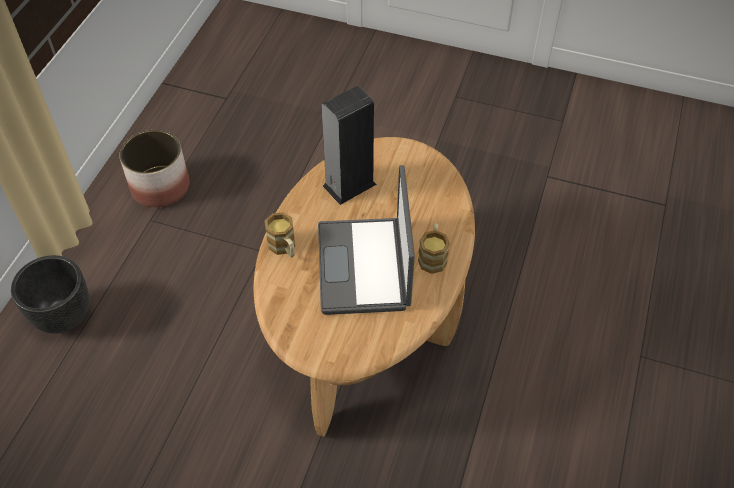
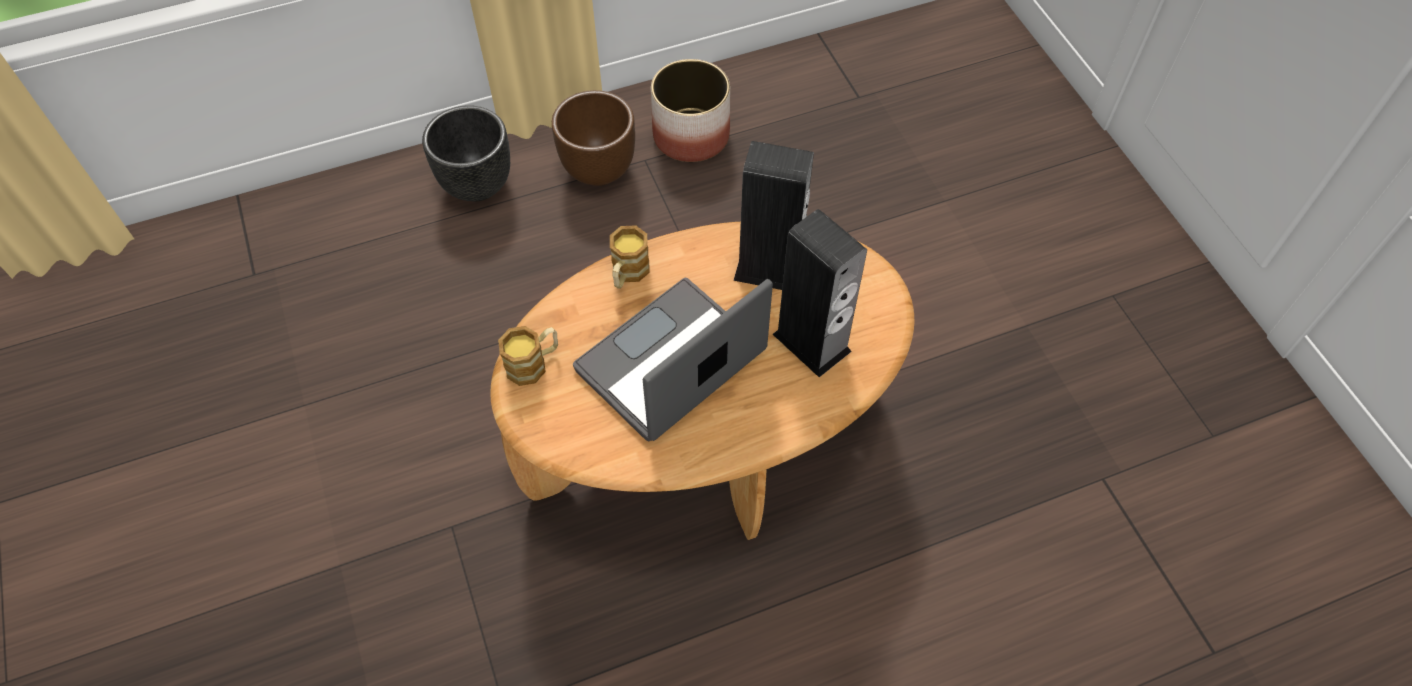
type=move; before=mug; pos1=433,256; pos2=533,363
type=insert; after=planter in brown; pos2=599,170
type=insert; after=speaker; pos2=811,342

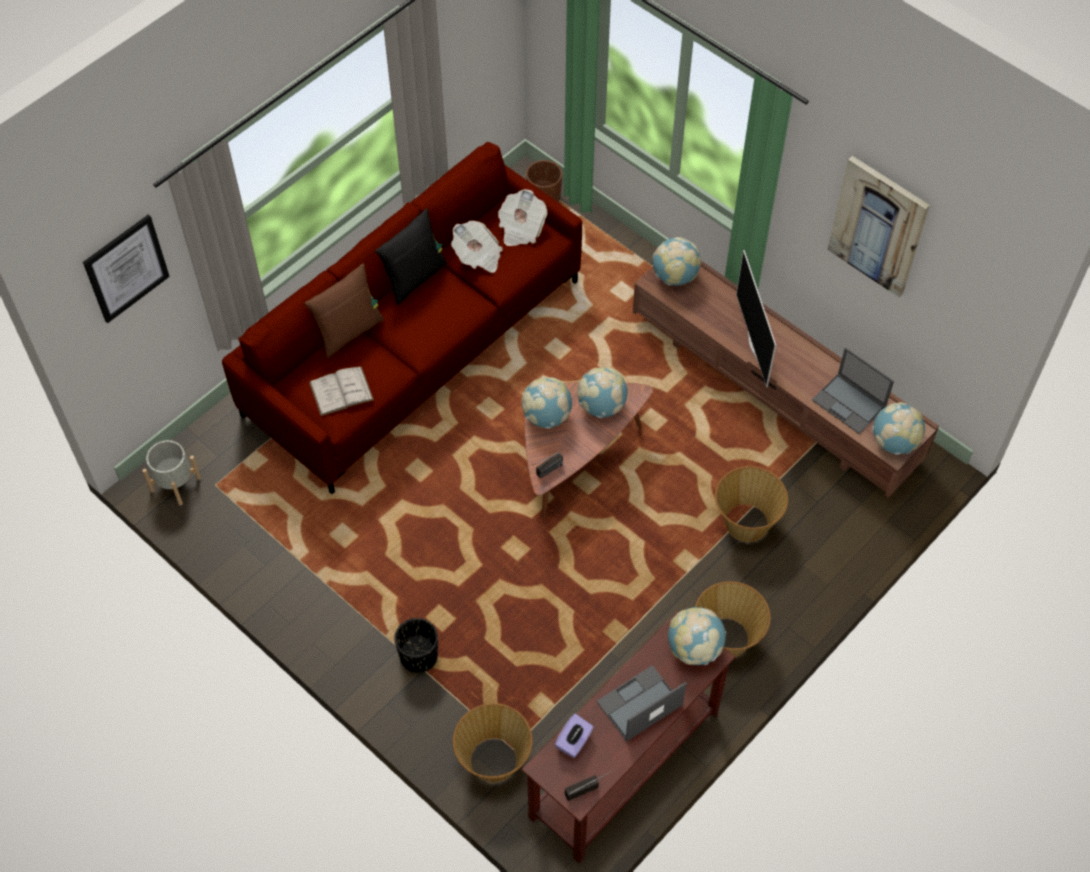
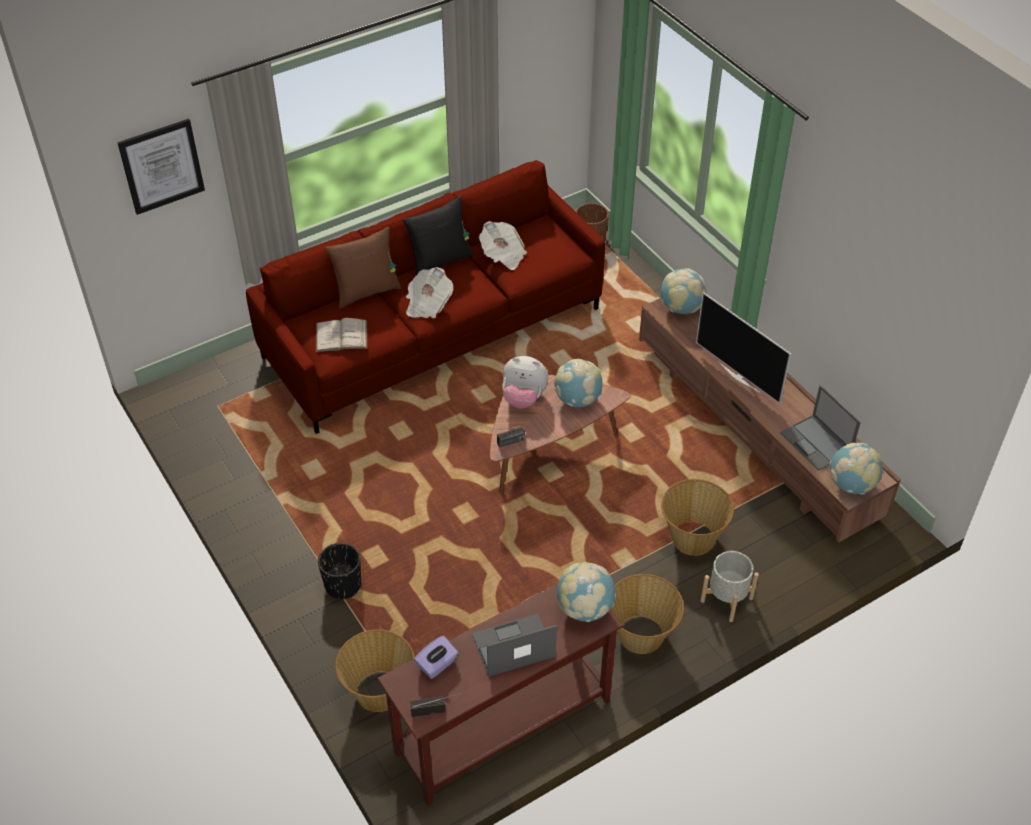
type=move; before=newspaper; pos1=521,228; pos2=427,304
type=replace; before=globe; after=plush toy; pos1=547,416; pos2=523,398
type=rotate; before=television; pos1=755,345; pos2=739,377; turn=-45
type=move; before=planter in grey; pos1=176,484; pos2=727,599
type=delete; before=picture; pos1=878,226

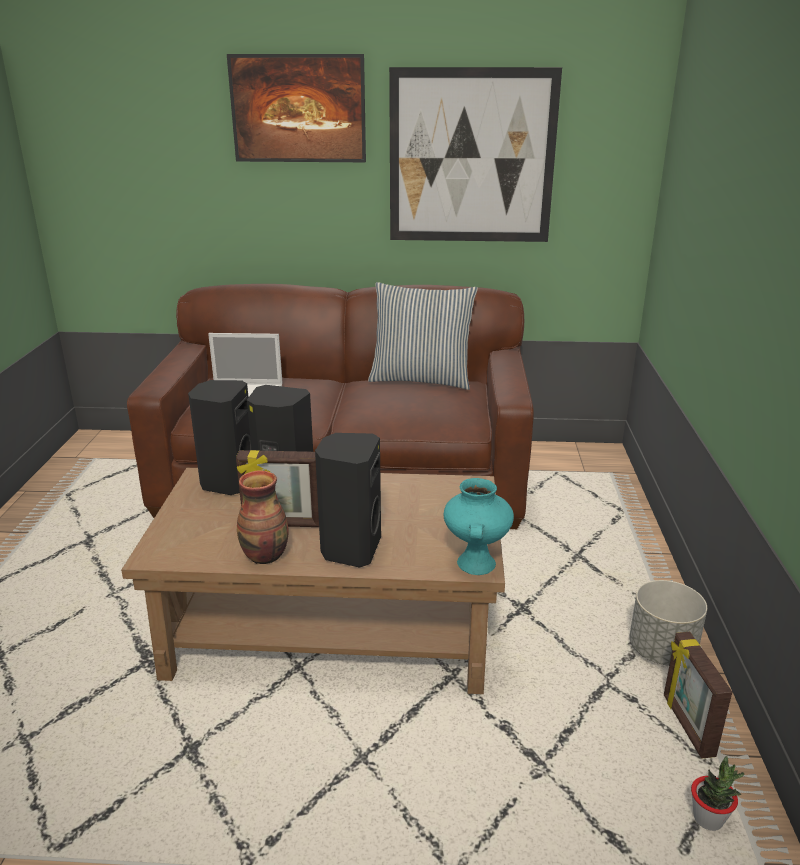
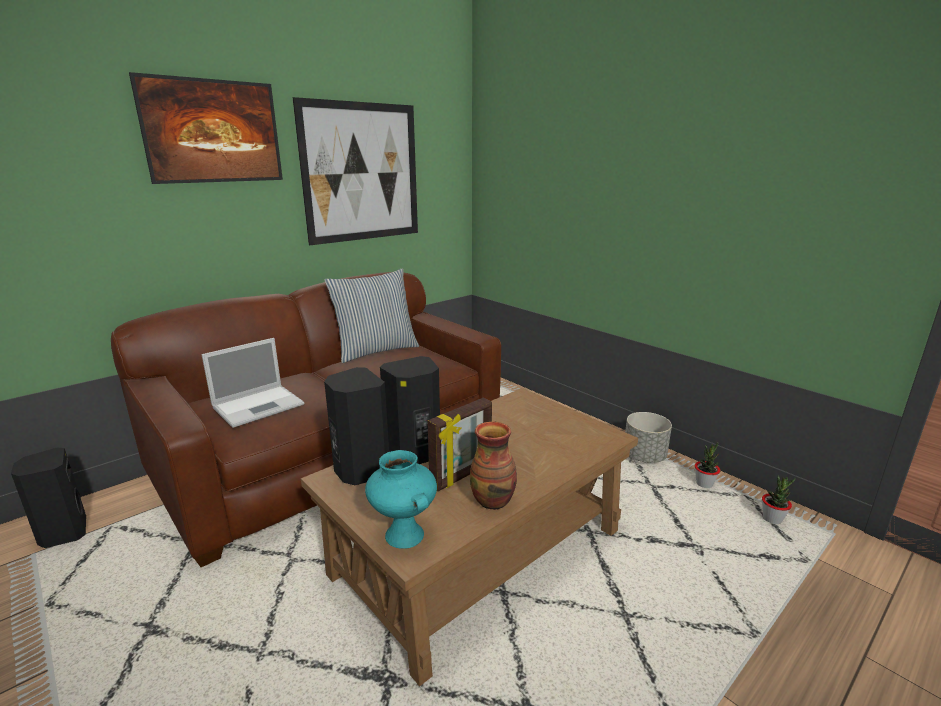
type=move; before=speaker in black; pos1=350,549; pos2=63,533
type=move; before=vase in turquoise; pos1=475,562; pos2=403,535
type=replace; before=picture frame; after=potted plant; pos1=686,726; pos2=704,484

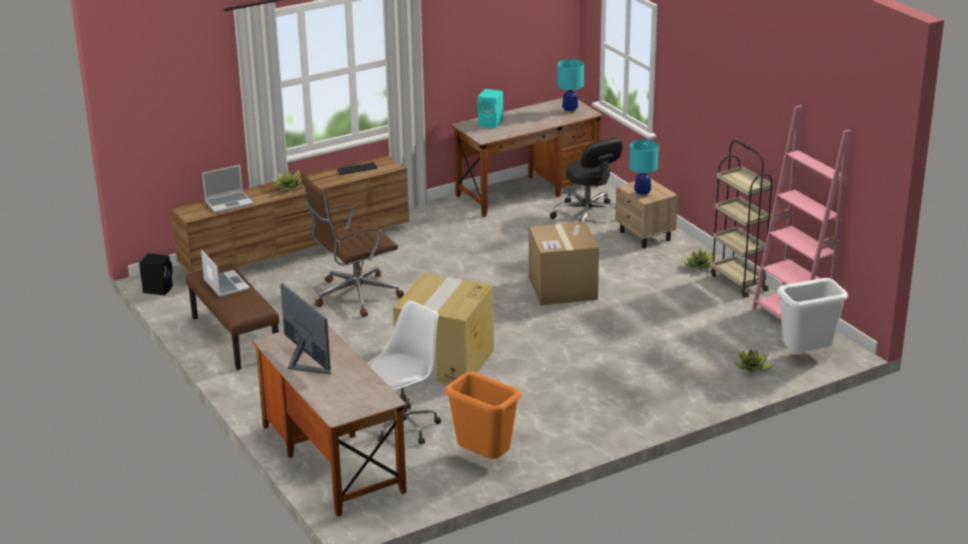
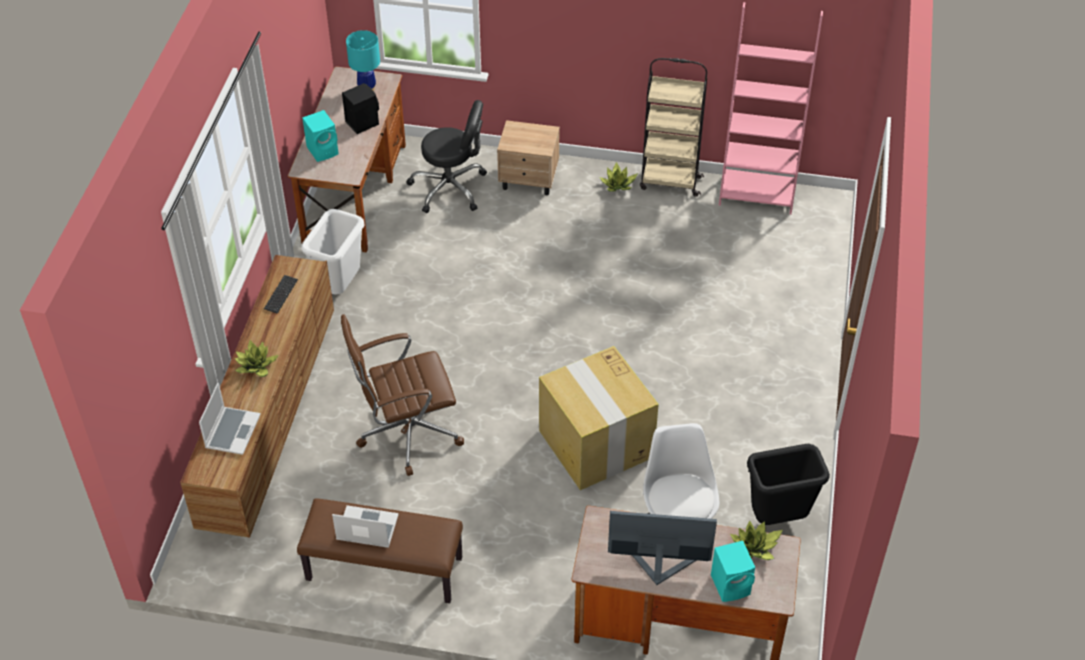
type=move; before=trash can in white; pos1=807,355; pos2=340,287
type=rotate; before=office chair in brown; pos1=354,296; pos2=406,432; turn=60
type=move; before=speaker in black; pos1=158,289; pos2=362,122
type=insert; after=speaker in turquoise; pos2=732,585
type=move; before=potted plant; pos1=752,368; pos2=755,547
type=recolor; before=trash can in orange; after=trash can in black; pos1=483,459; pos2=777,519
type=delete; before=cardboard box; pos1=562,288
type=delete; before=table lamp in turquoise; pos1=642,194

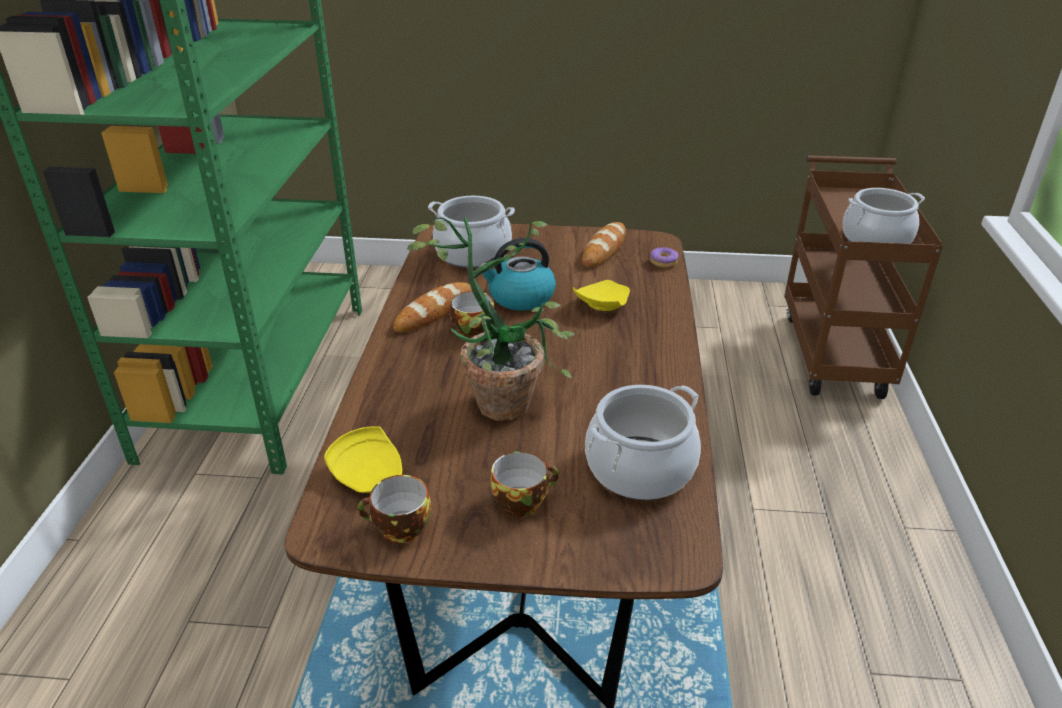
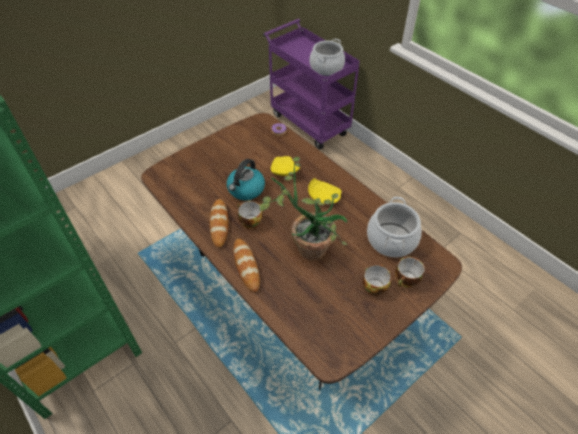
type=move; before=bread; pos1=604,249; pos2=246,266
type=recolor; before=cart in brown; after=cart in purple; pos1=831,354; pos2=307,125
type=move; before=plate in yellow; pos1=369,474; pos2=323,196
type=move; before=cup; pos1=399,529; pos2=406,280
type=delete; before=cooking pot; pos1=473,253

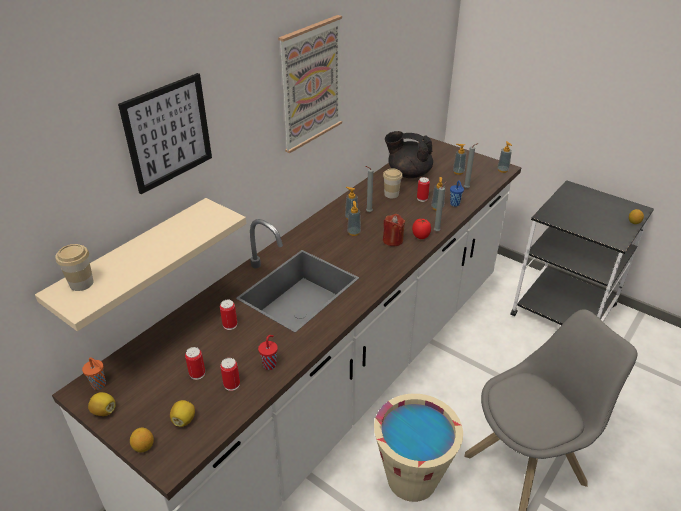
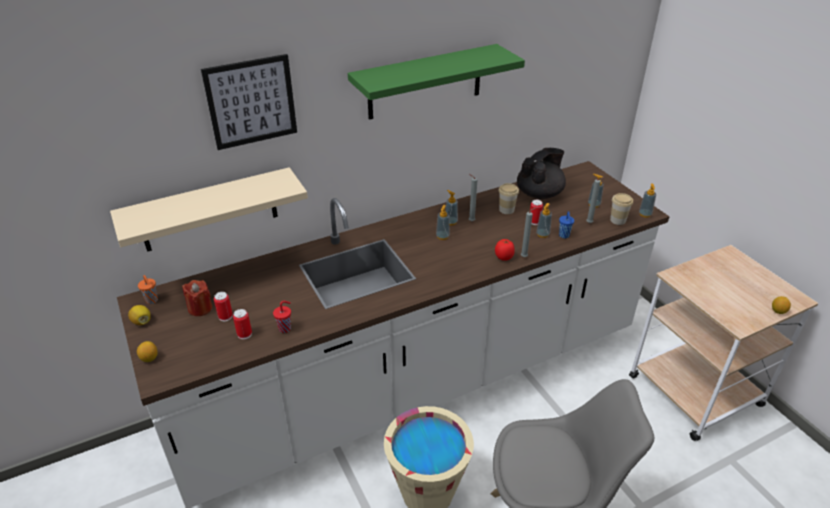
type=move; before=candle in red; pos1=392,240; pos2=200,308
type=replace; before=picture; after=shelf in green; pos1=311,84; pos2=425,82
type=rotate; before=teapot in black; pos1=408,173; pos2=539,193; turn=90
type=move; before=cup; pos1=81,283; pos2=618,220
type=recolor; before=cart in black; after=cart in beige; pos1=565,312; pos2=696,392
type=delete; before=lemon; pos1=184,420
type=delete; before=can; pos1=230,325

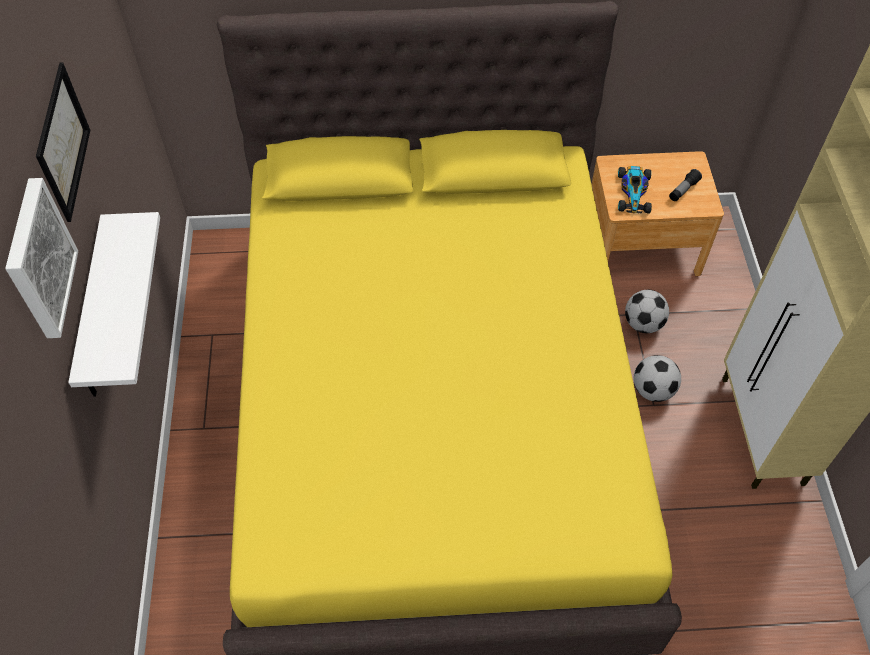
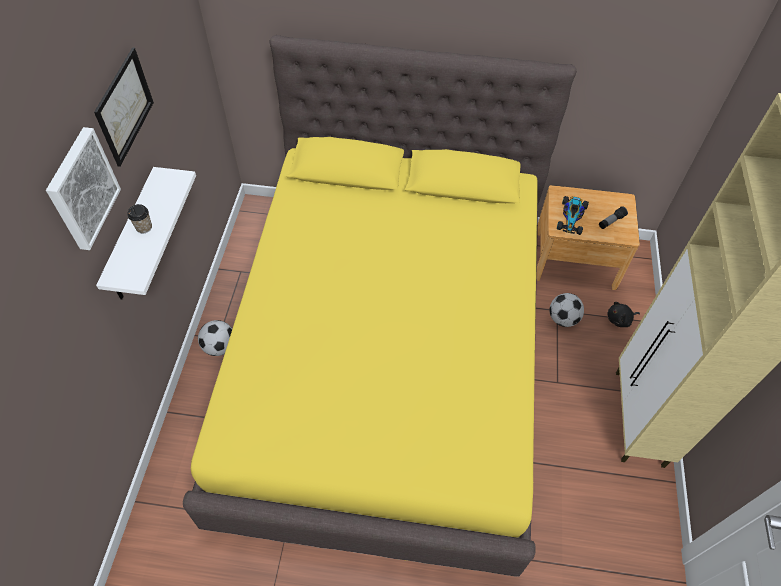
type=insert; after=cup; pos2=144,227
type=move; before=football; pos1=652,390; pos2=219,347
type=insert; after=plush toy in black; pos2=619,319

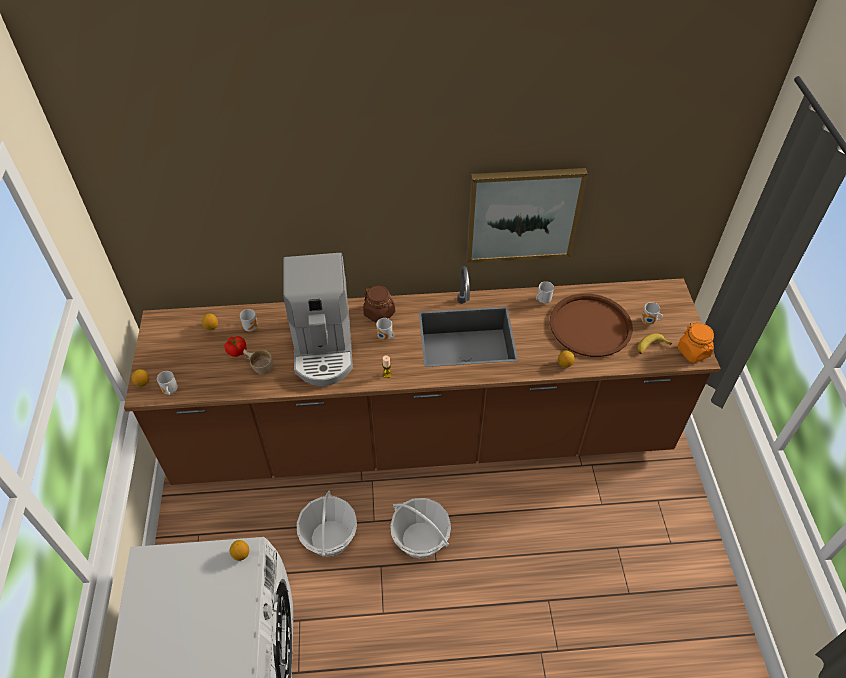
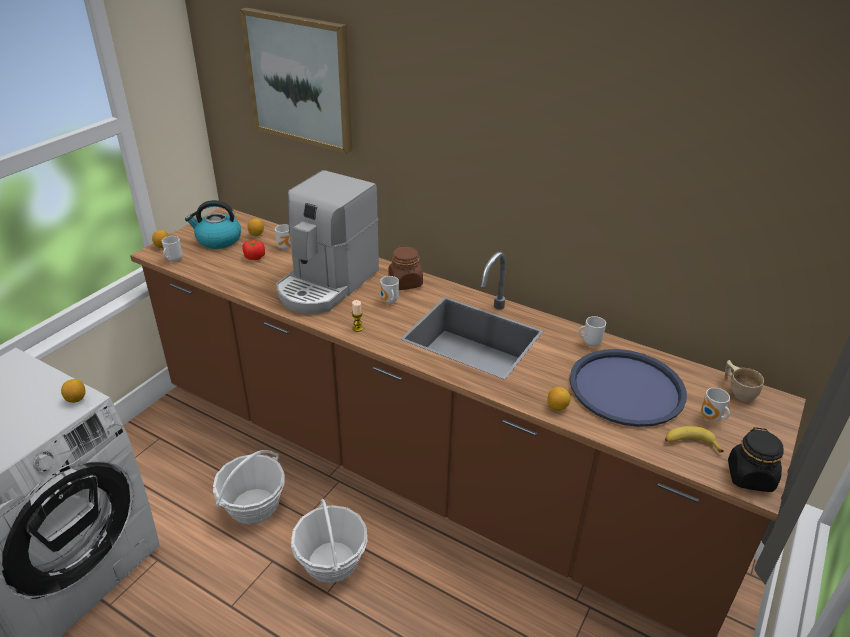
type=insert; after=kettle; pos2=218,240
type=move; before=picture; pos1=522,214; pos2=300,80
type=recolor; before=tray in brown; after=tray in blue; pos1=590,326; pos2=626,388
type=move; before=cup in beige; pos1=260,366; pos2=738,391
type=recolor; before=jar in orange; after=jar in black; pos1=693,352; pos2=750,477

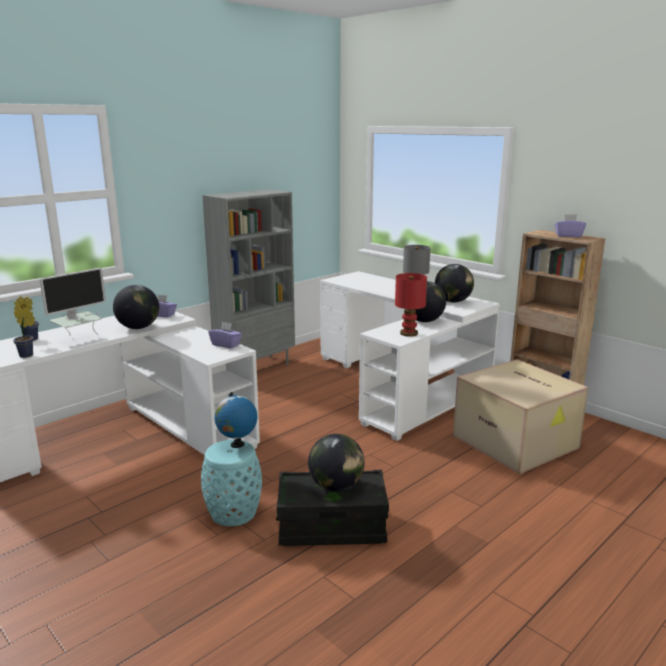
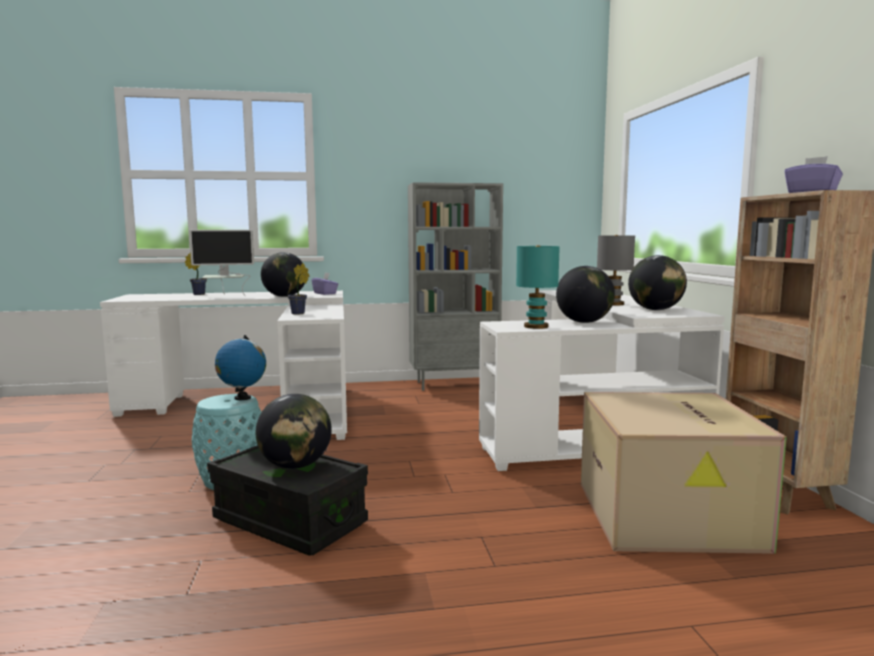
type=move; before=potted plant; pos1=28,355; pos2=299,313
type=recolor; before=table lamp in red; after=table lamp in turquoise; pos1=409,333; pos2=536,326
type=delete; before=tissue box in purple; pos1=226,345

